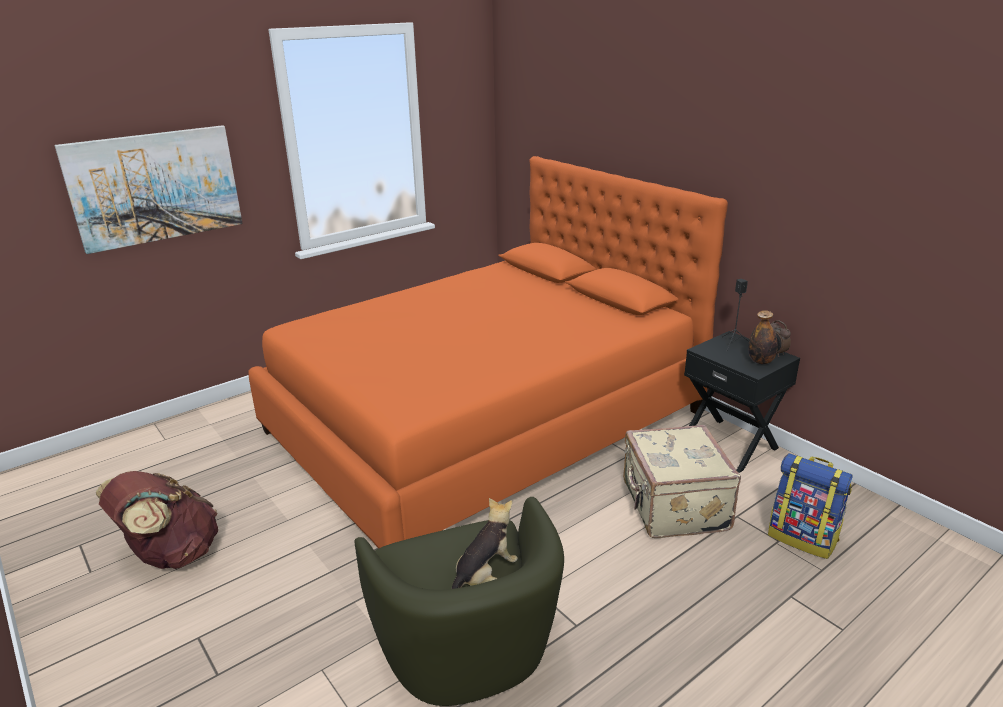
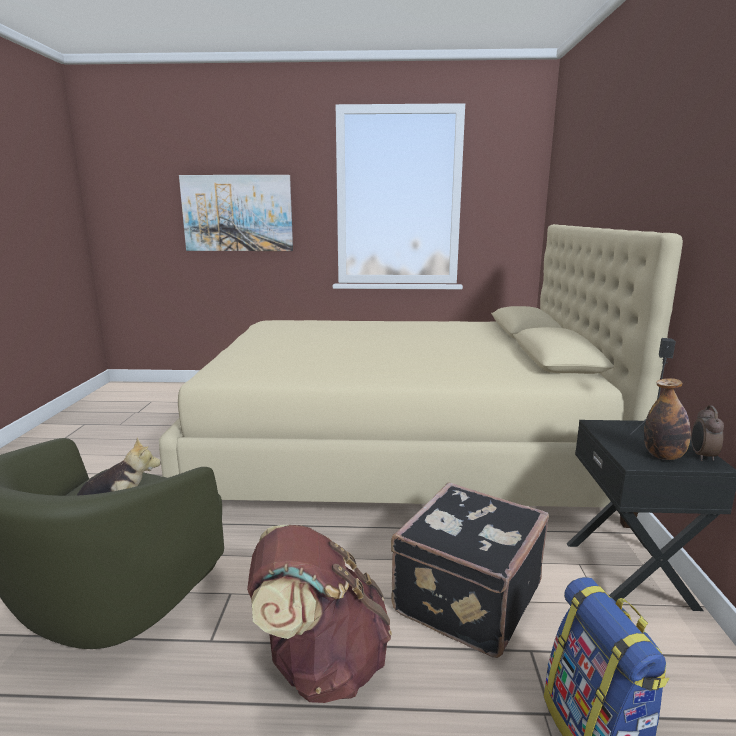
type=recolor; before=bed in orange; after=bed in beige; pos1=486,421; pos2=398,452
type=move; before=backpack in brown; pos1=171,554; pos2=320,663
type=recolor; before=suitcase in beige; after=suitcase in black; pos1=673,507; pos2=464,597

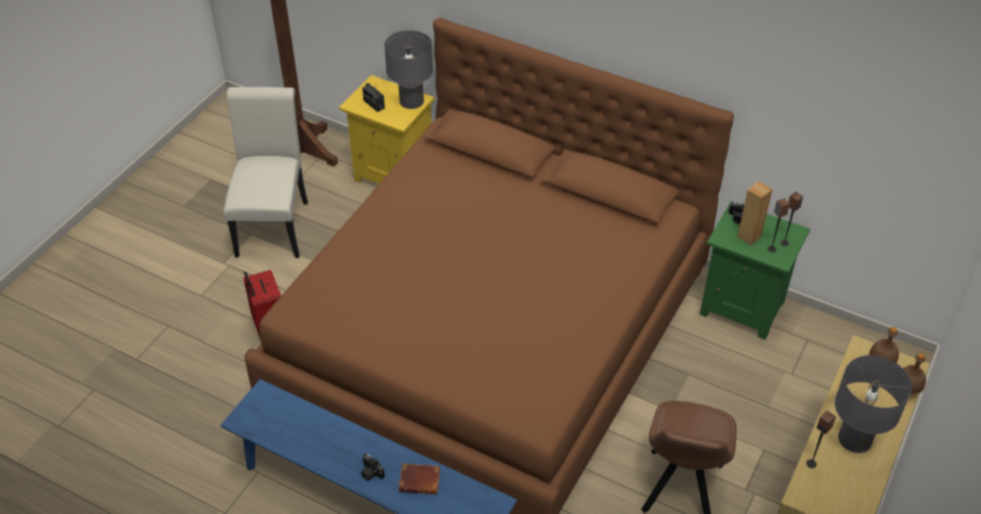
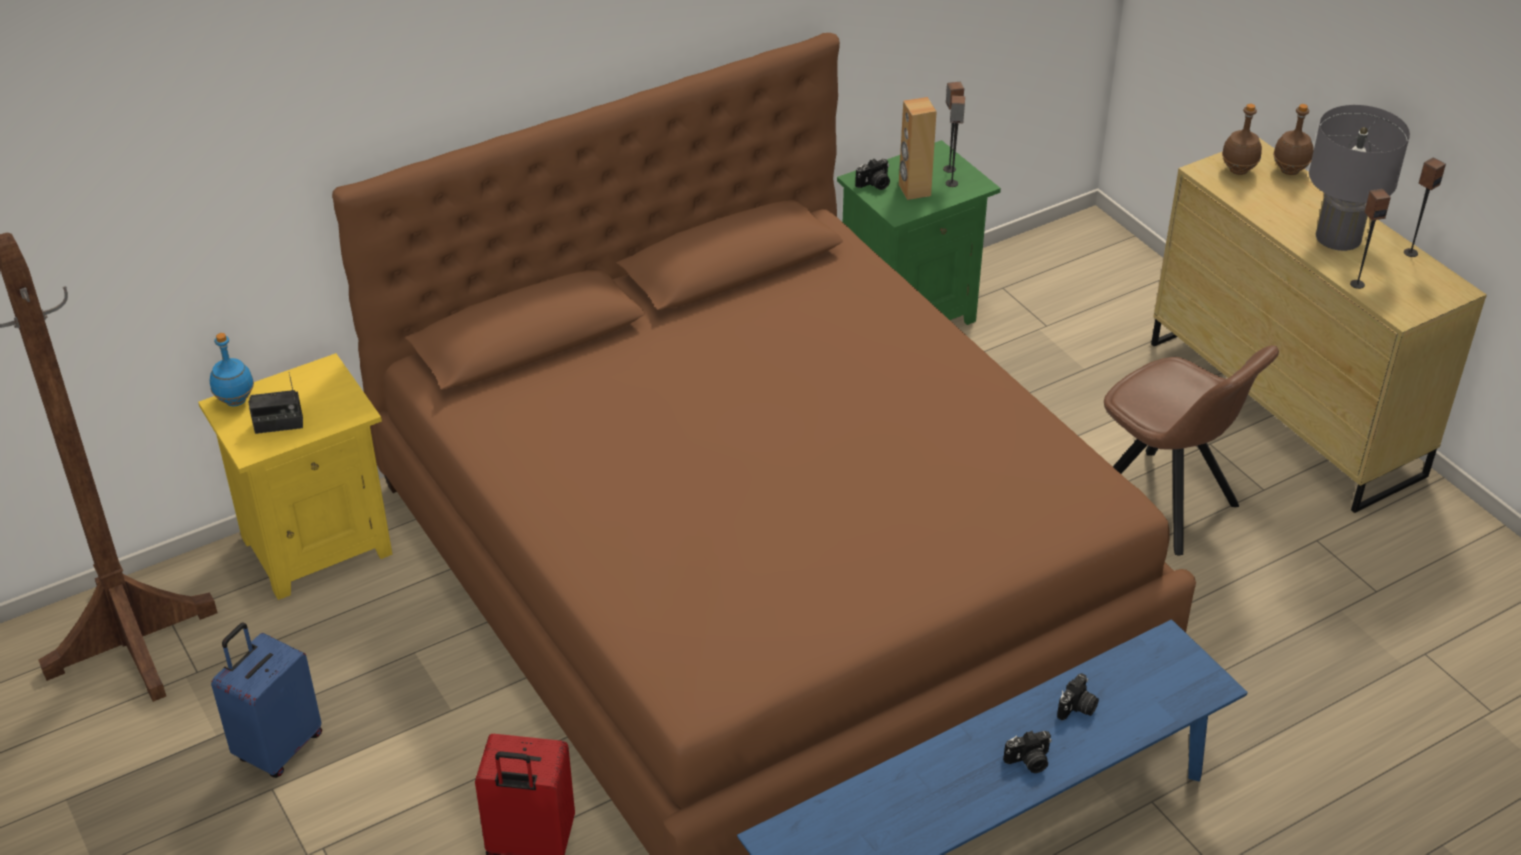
type=insert; after=bottle in blue; pos2=235,401
type=replace; before=chair in white; after=suitcase in blue; pos1=273,224; pos2=278,747
type=replace; before=book in brown; after=photo camera; pos1=421,480; pos2=1077,708
type=insert; after=speaker; pos2=1410,252
type=delete; before=table lamp in grey; pos1=411,101

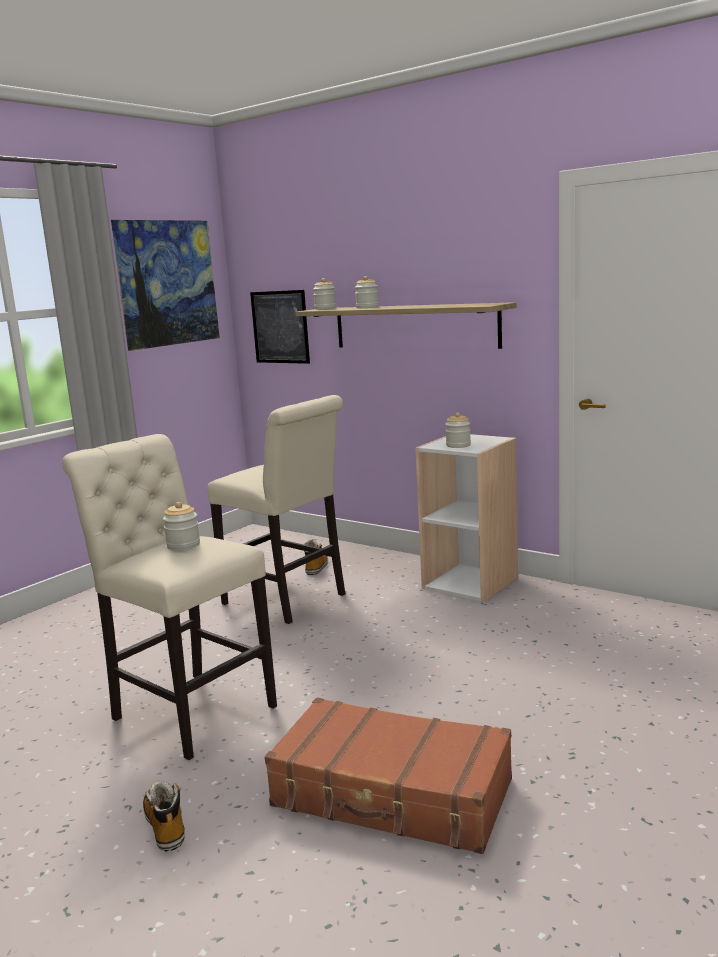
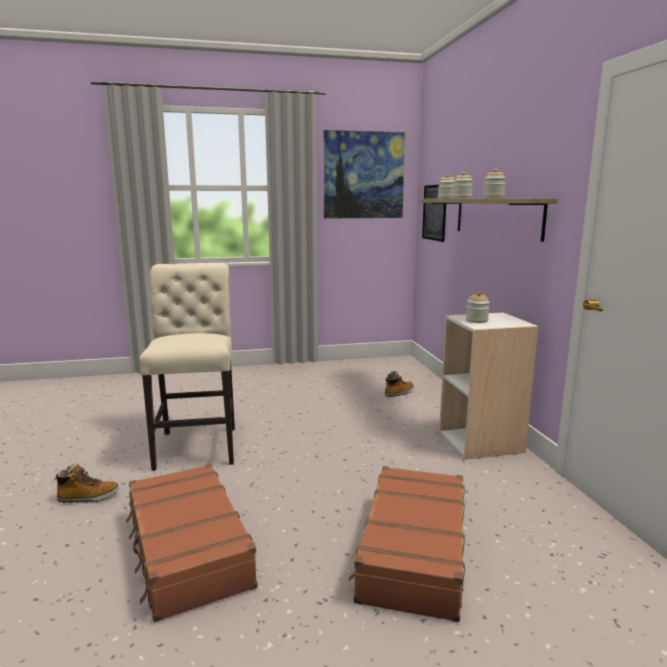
type=rotate; before=boot; pos1=166,825; pos2=88,497; turn=60
type=insert; after=suitcase in brown; pos2=412,551
type=move; before=jar; pos1=183,545; pos2=493,198
type=delete; before=stool in beige; pos1=288,601

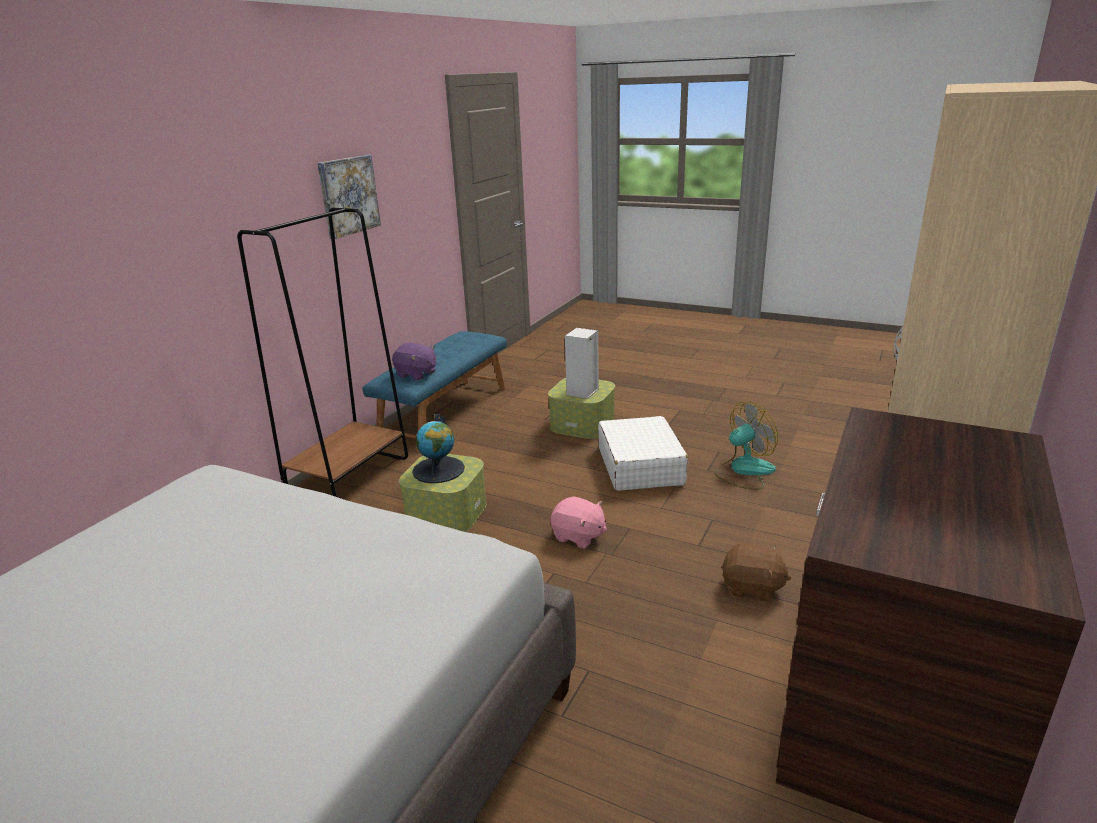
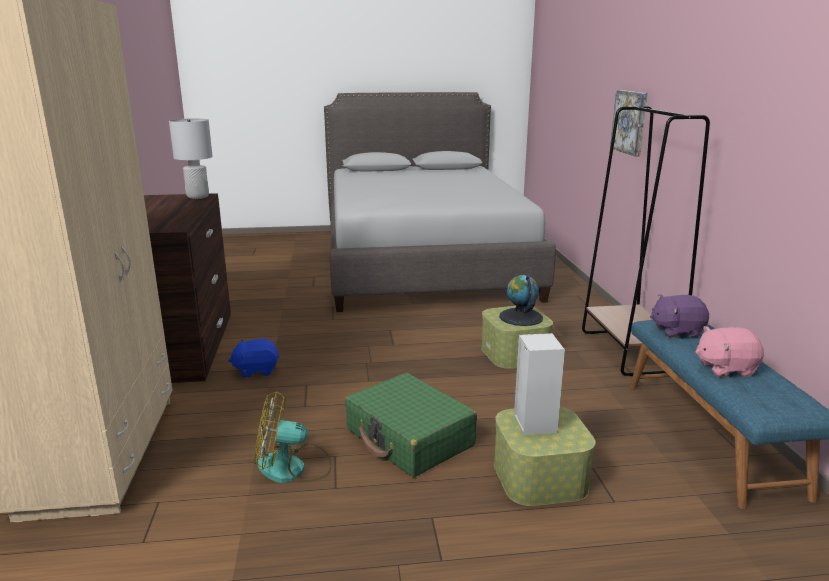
type=insert; after=table lamp in grey; pos2=198,198
type=recolor; before=plush toy in brown; after=plush toy in blue; pos1=752,588; pos2=256,370
type=rotate; before=fan; pos1=744,471; pos2=293,468; turn=60
type=recolor; before=suitcase in white; after=suitcase in green; pos1=640,466; pos2=409,438
type=move; before=picture; pos1=348,195; pos2=630,122
type=move; before=plush toy in pink; pos1=578,536; pos2=725,368

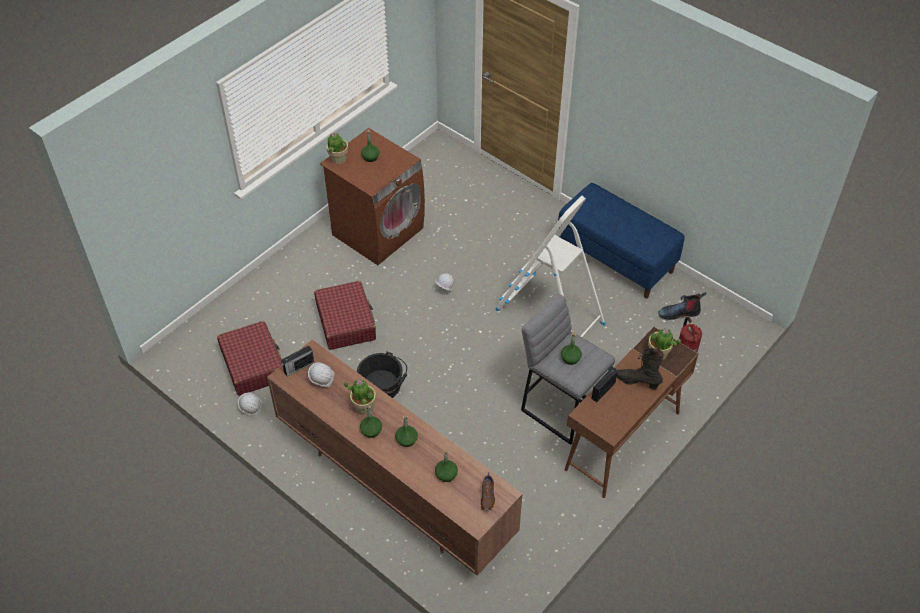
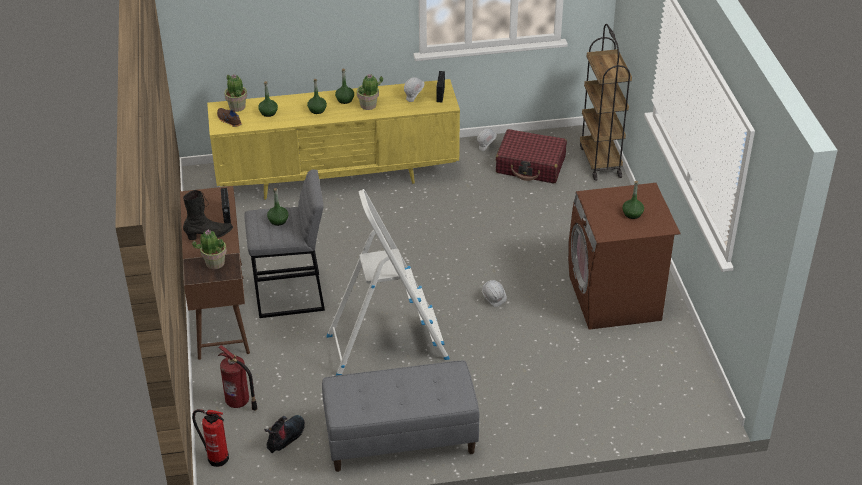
type=insert; after=fire extinguisher; pos2=216,457
type=recolor; before=cabinet in brown; after=cabinet in yellow; pos1=392,488; pos2=338,178
type=move; before=potted plant; pos1=338,159; pos2=237,106
type=recolor; before=bench in blue; after=bench in grey; pos1=616,258; pos2=400,440
type=insert; after=cart in brown; pos2=600,162
type=delete; before=suitcase in red; pos1=346,322
type=delete; before=bucket in black; pos1=383,386

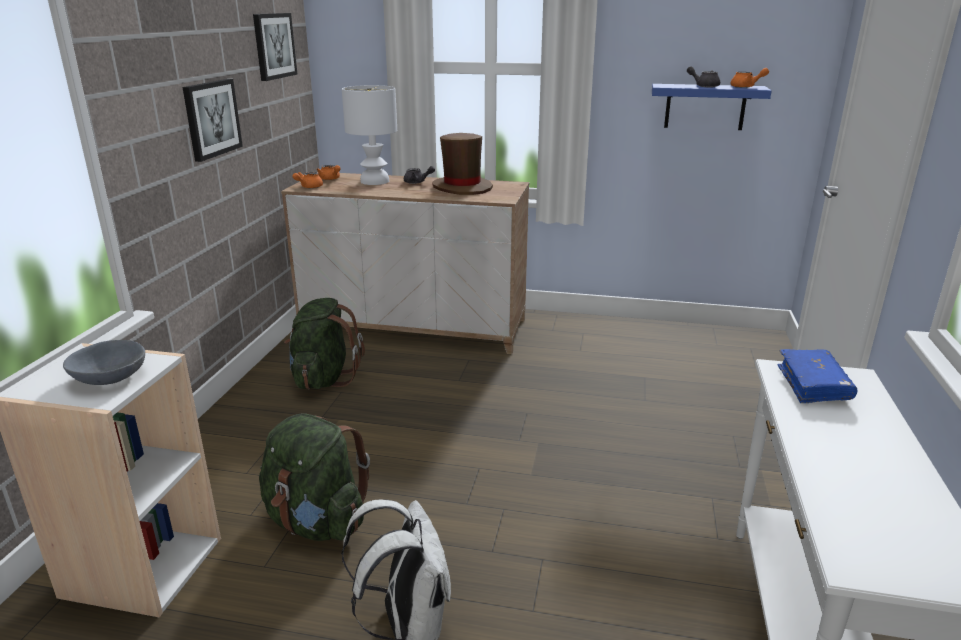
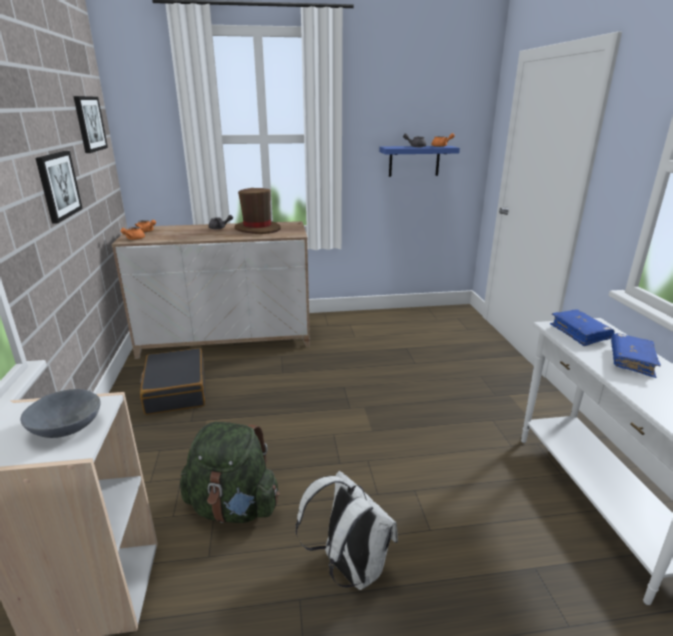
type=replace; before=backpack in green; after=suitcase in black; pos1=323,378; pos2=176,390
type=insert; after=book in blue; pos2=631,361
type=delete; before=table lamp in white; pos1=374,181

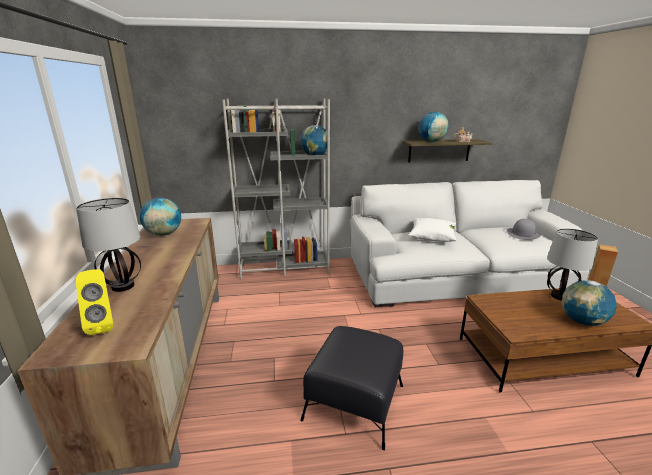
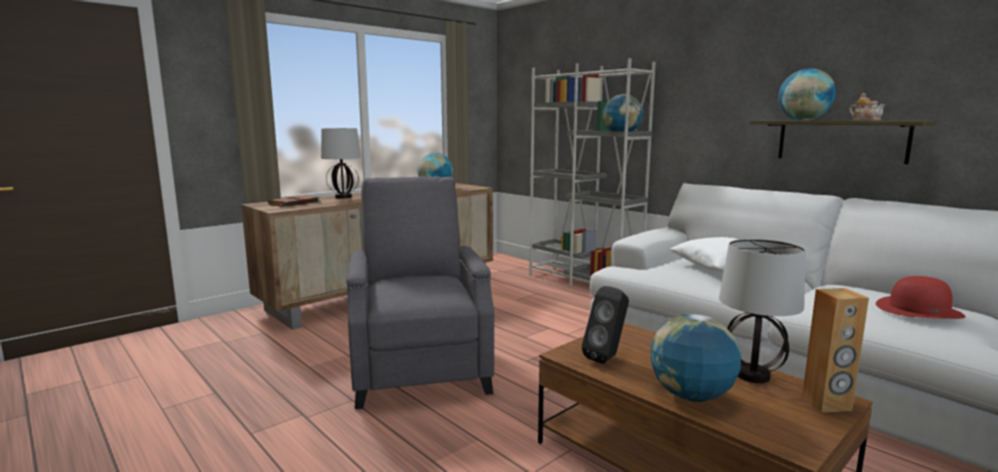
type=replace; before=speaker in yellow; after=book in brown; pos1=103,325; pos2=294,203
type=replace; before=ottoman in black; after=armchair in grey; pos1=355,401; pos2=420,366
type=insert; after=speaker in black; pos2=607,358
type=recolor; before=hat in grey; after=hat in red; pos1=523,234; pos2=919,309

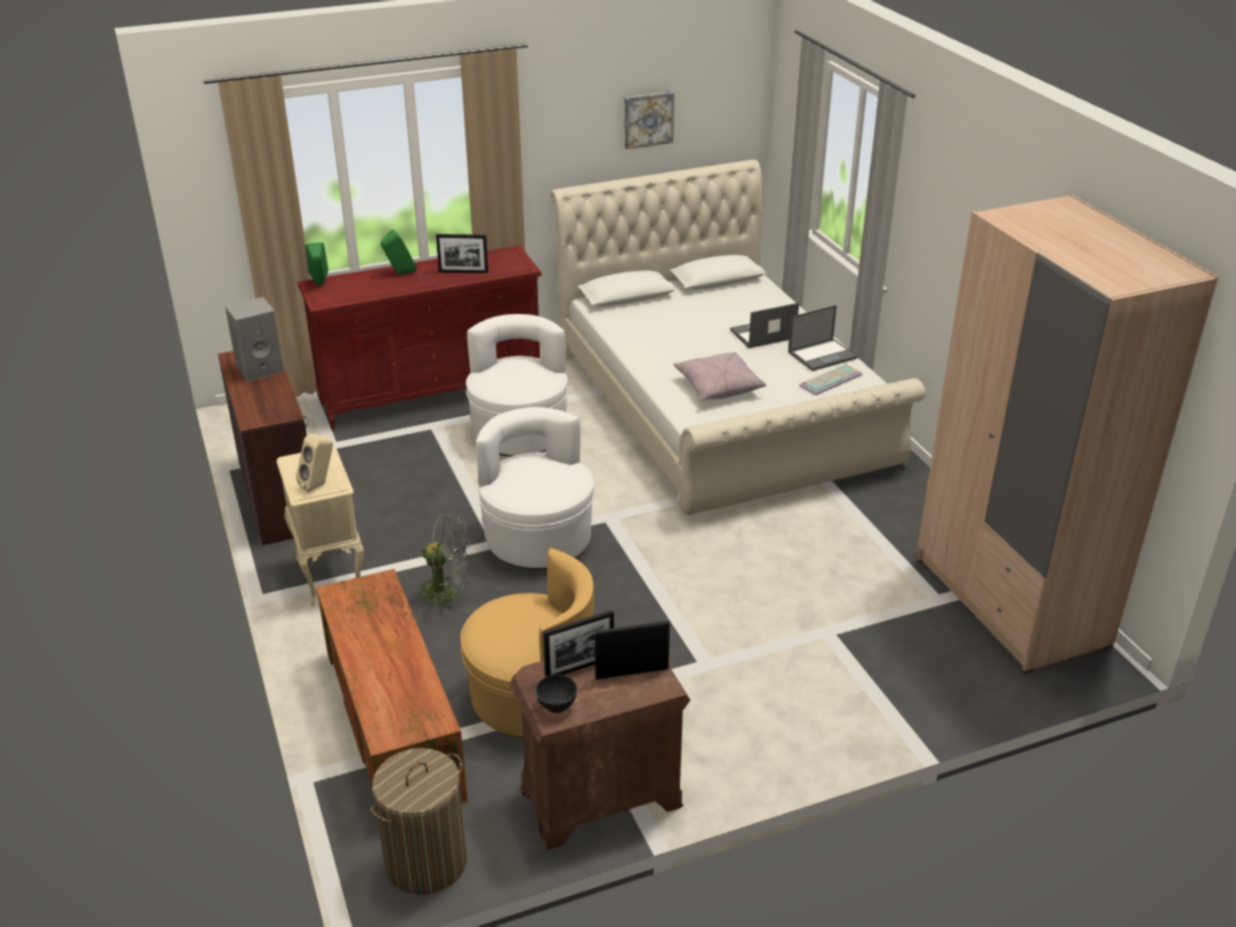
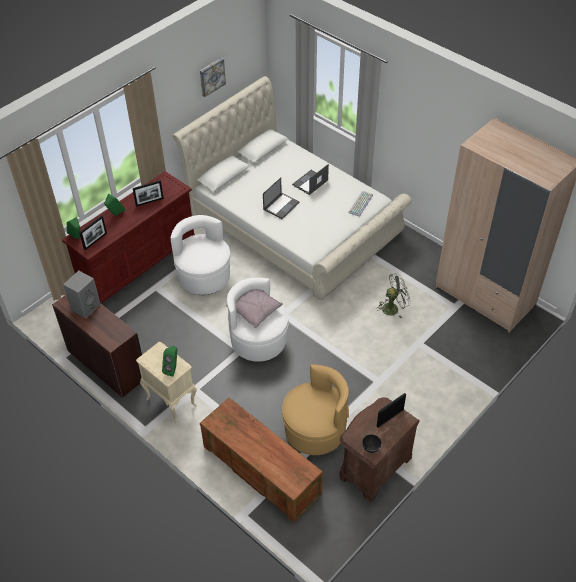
type=move; before=picture frame; pos1=579,667; pos2=95,241
type=recolor; before=speaker in beige; after=speaker in green; pos1=319,485; pos2=172,369
type=move; before=pillow in purple; pos1=718,387; pos2=254,310
type=move; before=laptop; pos1=822,355; pos2=281,206
type=move; before=fan in grey; pos1=448,593; pos2=393,307
type=delete; before=laundry basket; pos1=426,862

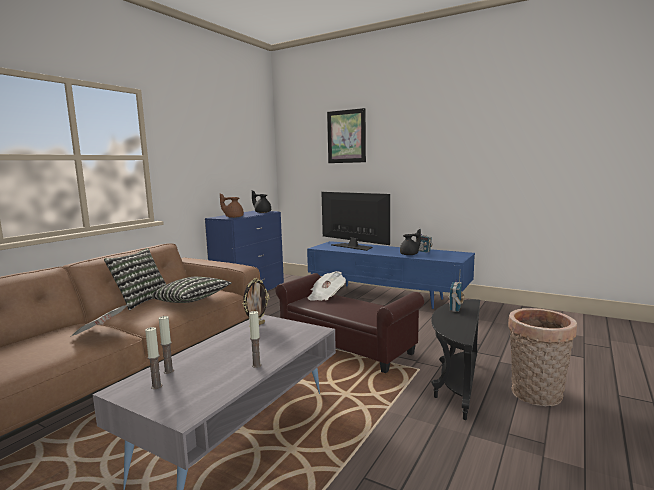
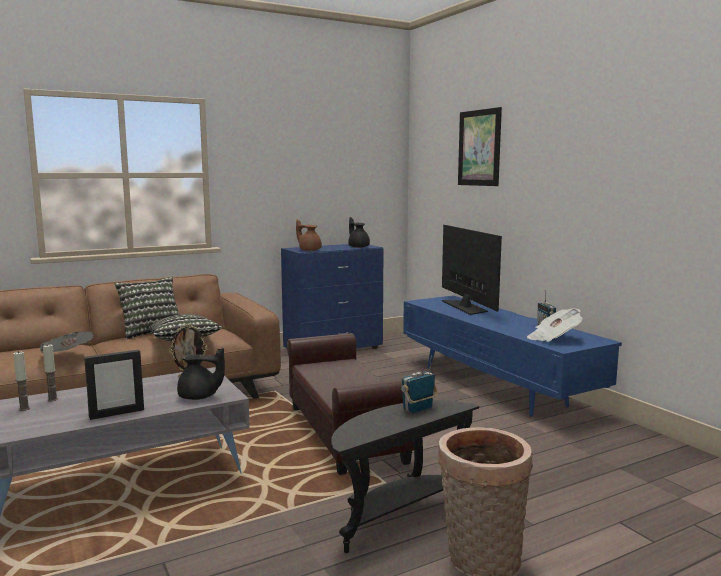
type=replace; before=candle; after=picture frame; pos1=256,365; pos2=117,413
type=move; before=teapot in black; pos1=410,254; pos2=199,397
type=move; before=newspaper; pos1=326,296; pos2=553,338

